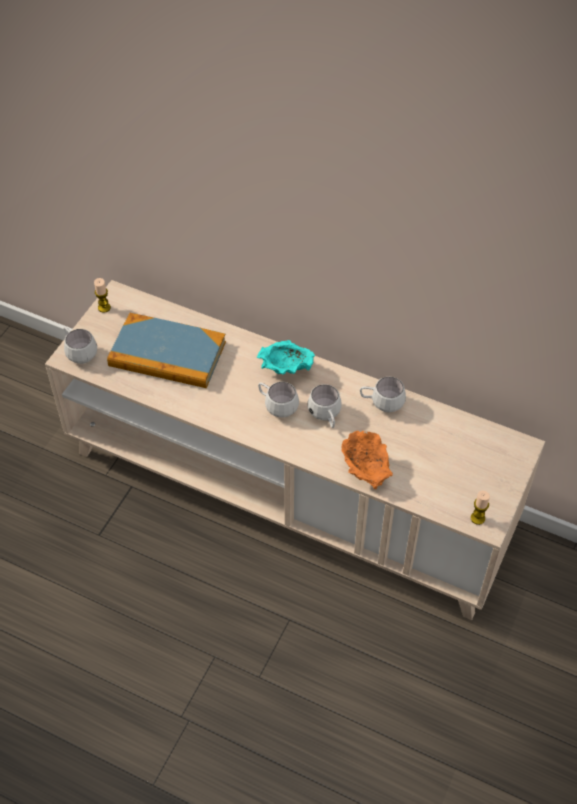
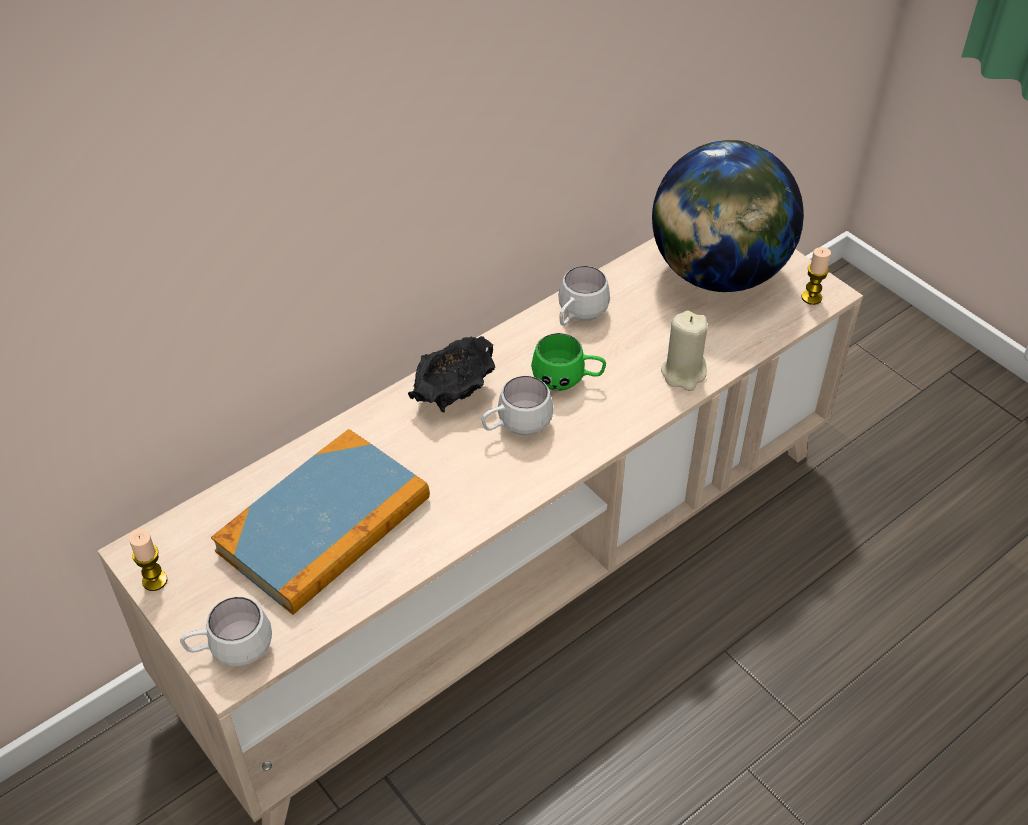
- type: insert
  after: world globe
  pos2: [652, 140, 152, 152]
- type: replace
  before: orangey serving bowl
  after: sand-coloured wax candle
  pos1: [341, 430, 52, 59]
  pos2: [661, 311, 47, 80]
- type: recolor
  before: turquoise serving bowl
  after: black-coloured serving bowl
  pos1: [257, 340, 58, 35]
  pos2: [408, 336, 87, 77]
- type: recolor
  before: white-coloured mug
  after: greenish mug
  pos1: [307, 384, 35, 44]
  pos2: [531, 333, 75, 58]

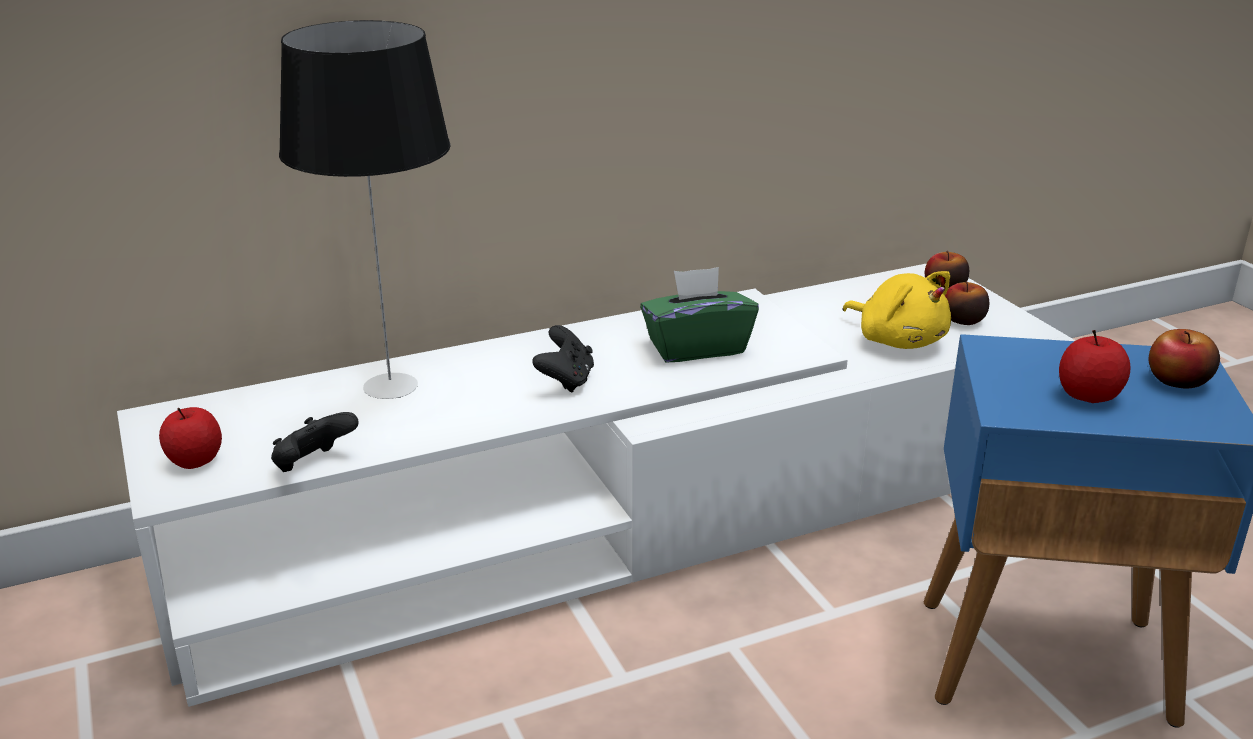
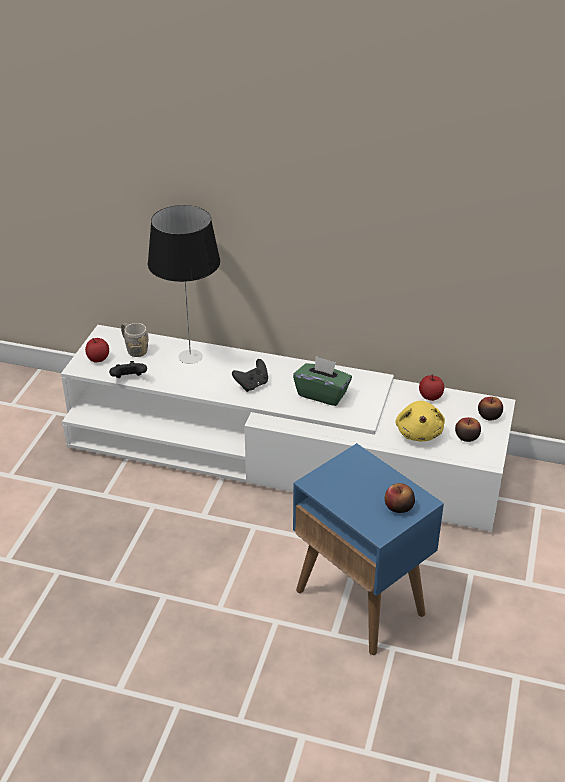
- type: insert
  after: greyish mug
  pos2: [121, 323, 28, 34]
- type: move
  before: apple fruit
  pos1: [1059, 330, 72, 73]
  pos2: [419, 374, 25, 27]

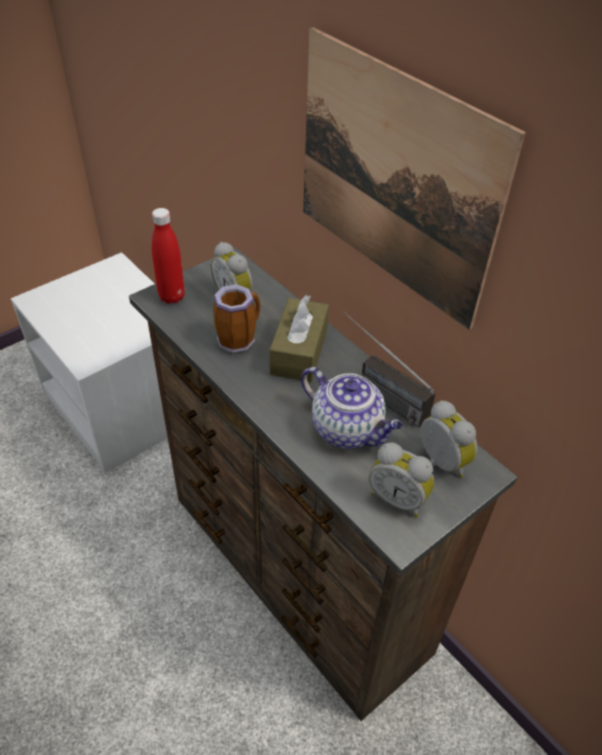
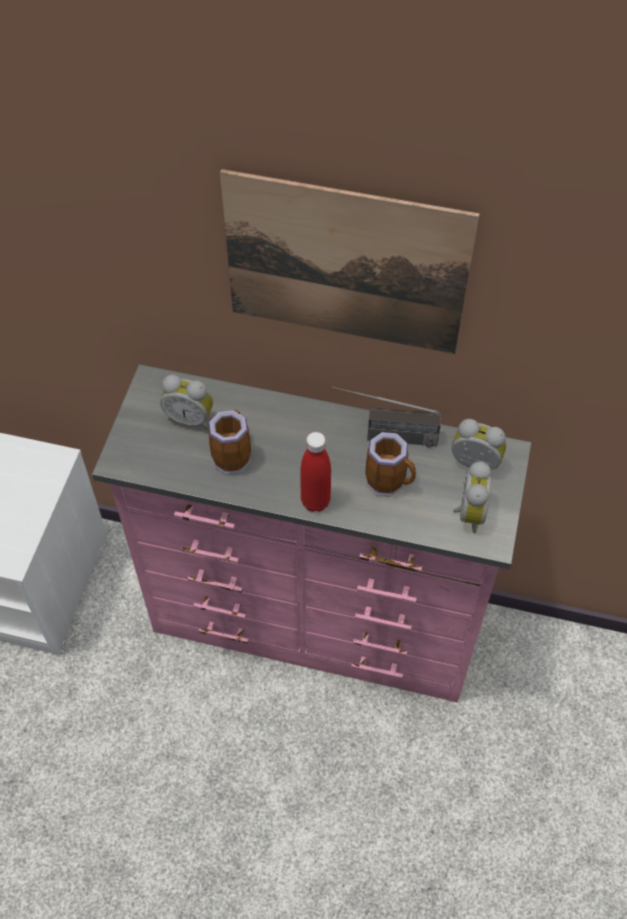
- type: delete
  before: brown-coloured tissue holder
  pos1: [270, 295, 59, 87]
- type: move
  before: red-coloured beverage bottle
  pos1: [152, 208, 33, 96]
  pos2: [301, 432, 30, 80]
- type: replace
  before: tea pot
  after: mug
  pos1: [301, 367, 102, 82]
  pos2: [365, 432, 51, 65]
- type: recolor
  before: brown-coloured dresser
  after: pinkish dresser
  pos1: [129, 248, 388, 473]
  pos2: [92, 364, 439, 339]
- type: rotate
  before: table clock
  pos1: [369, 442, 66, 75]
  pos2: [453, 461, 39, 72]
  turn: -75

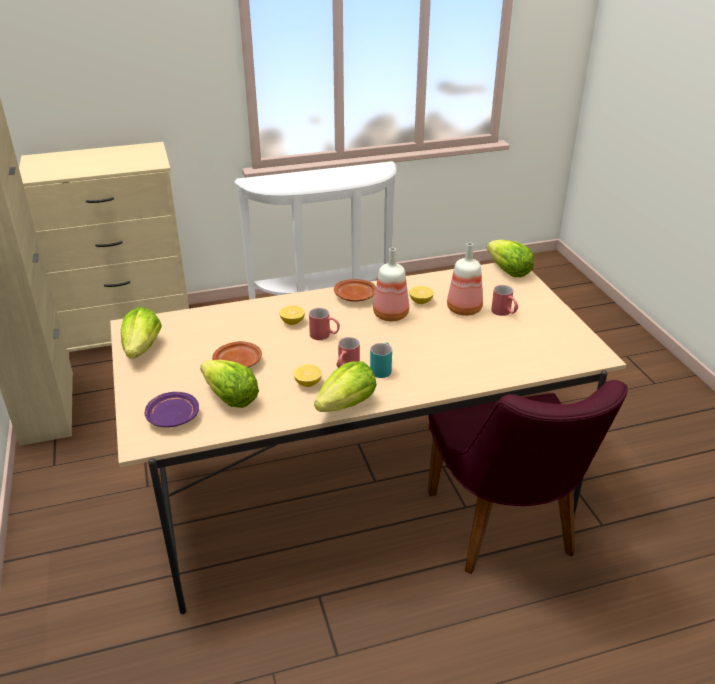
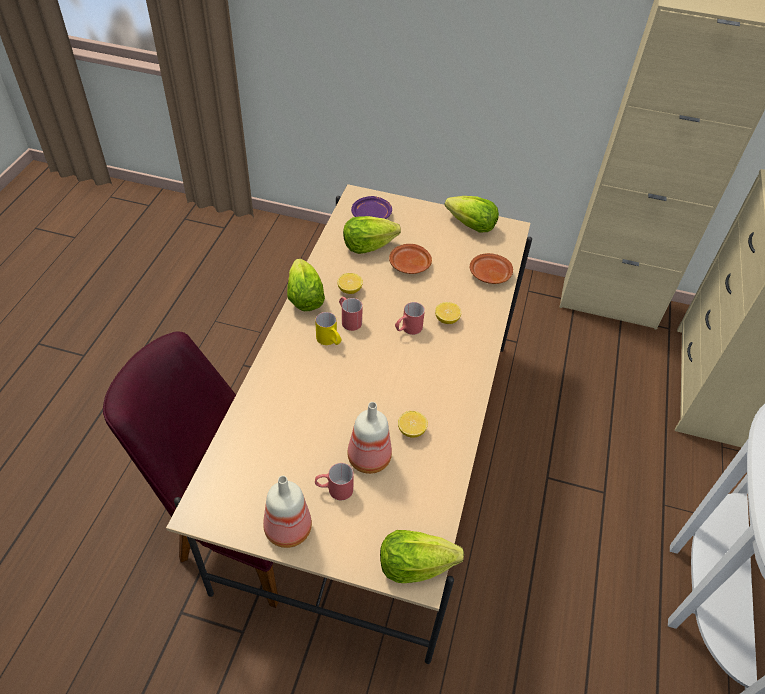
- type: move
  before: brown-coloured plate
  pos1: [334, 279, 42, 23]
  pos2: [470, 253, 43, 31]
- type: move
  before: beverage bottle
  pos1: [373, 248, 36, 73]
  pos2: [263, 476, 49, 72]
- type: recolor
  before: turquoise mug
  after: yellowish mug
  pos1: [370, 342, 22, 36]
  pos2: [315, 312, 27, 33]

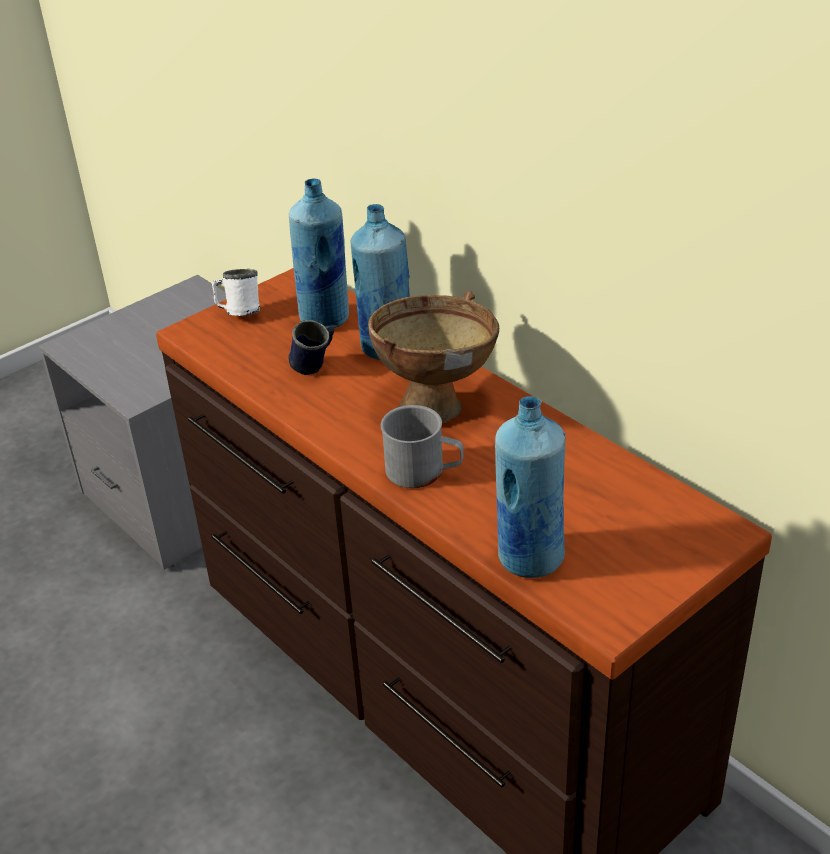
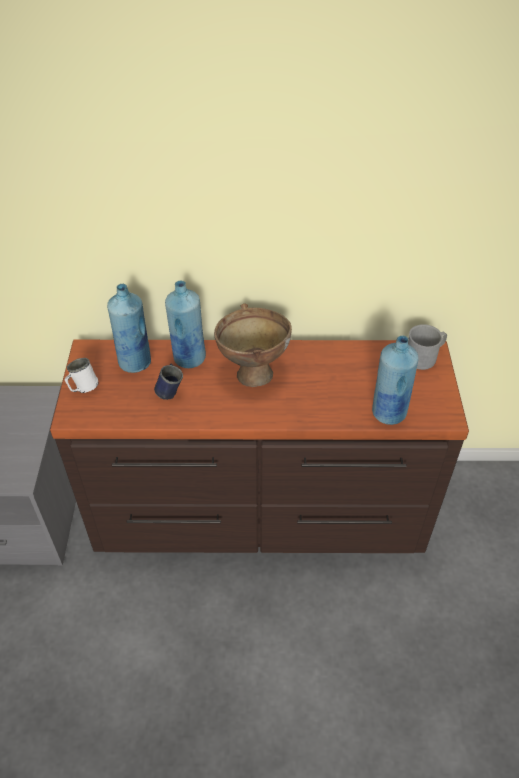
- type: move
  before: greyish mug
  pos1: [381, 405, 83, 83]
  pos2: [408, 324, 39, 46]

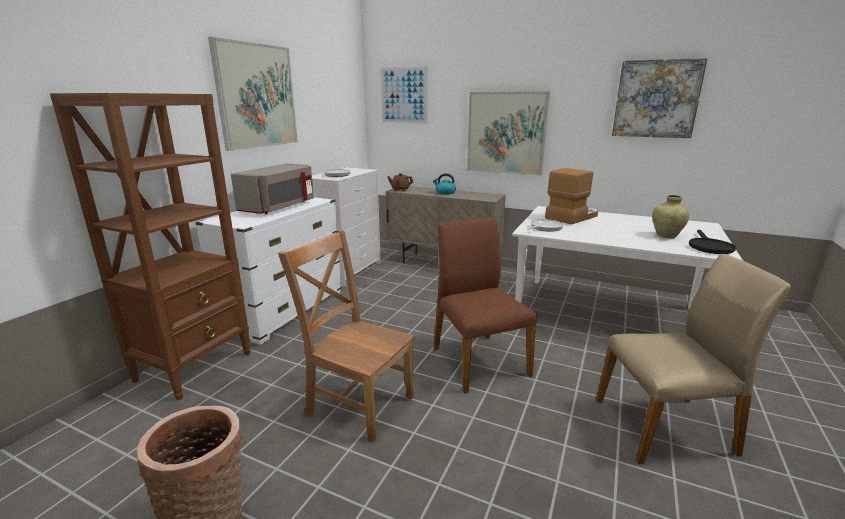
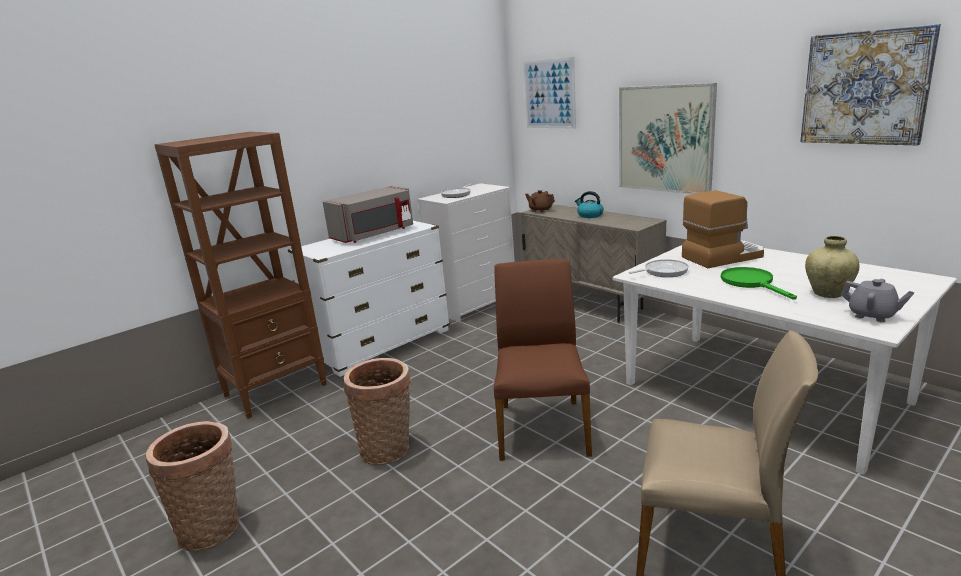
- type: delete
  before: picture
  pos1: [208, 37, 90, 114]
- type: insert
  after: greenish skillet
  pos2: [721, 267, 76, 33]
- type: replace
  before: brown-coloured plain chair
  after: household basket
  pos1: [278, 229, 137, 214]
  pos2: [344, 358, 67, 107]
- type: replace
  before: black-coloured skillet
  after: greyish tea pot
  pos1: [689, 230, 47, 24]
  pos2: [841, 279, 73, 43]

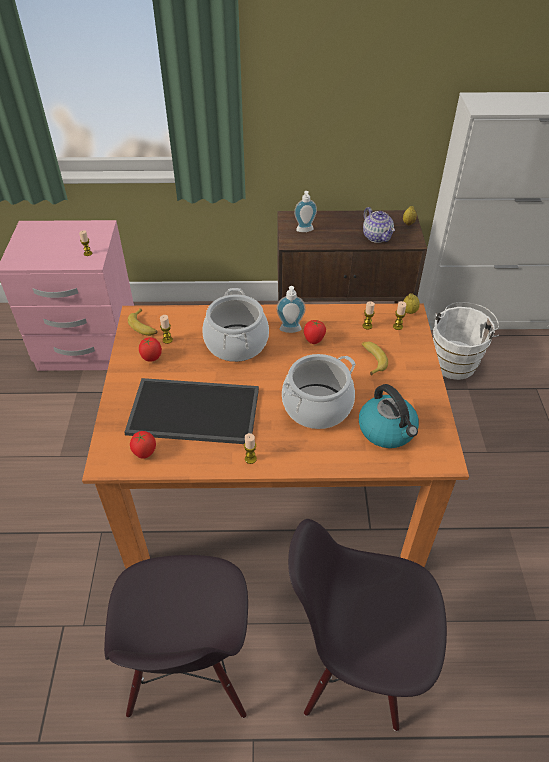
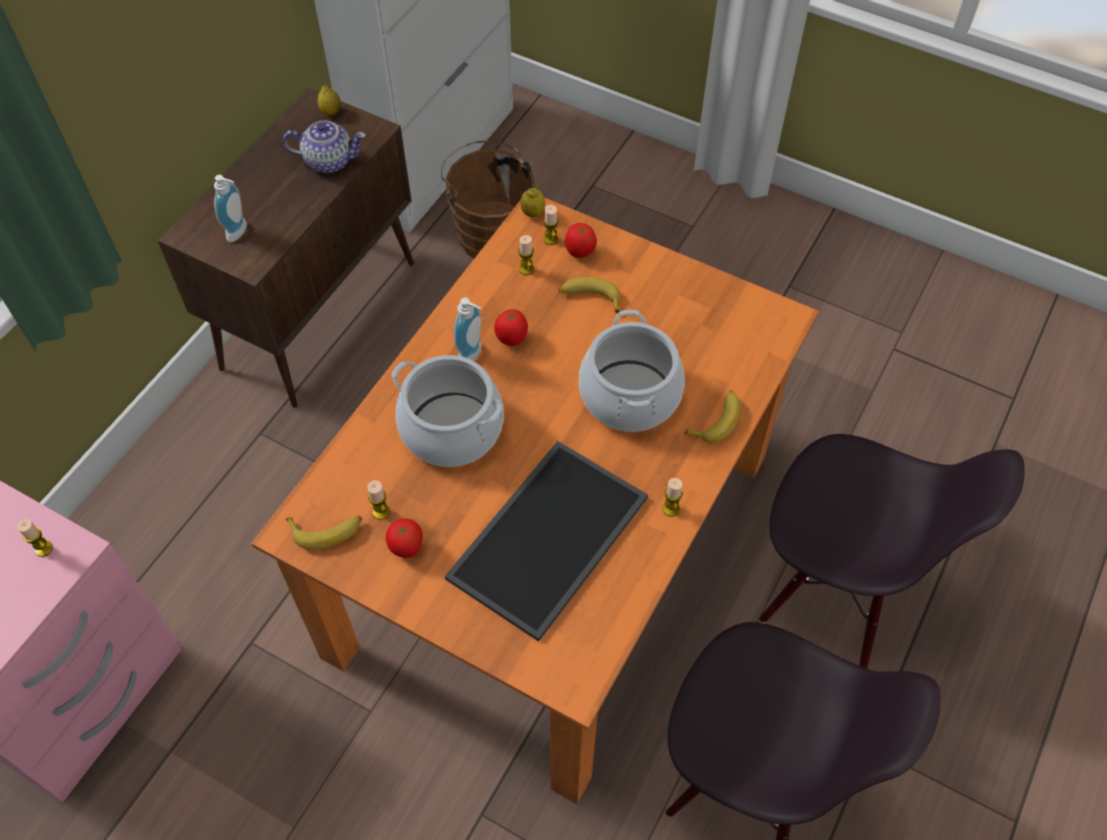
- type: delete
  before: kettle
  pos1: [359, 384, 60, 64]
- type: insert
  after: whole banana
  pos2: [684, 390, 57, 53]
- type: move
  before: whole tomato
  pos1: [130, 431, 26, 28]
  pos2: [565, 223, 32, 35]
- type: recolor
  before: white-coloured pail
  after: brown-coloured pail
  pos1: [433, 302, 66, 78]
  pos2: [441, 141, 94, 117]
- type: rotate
  before: black-coloured plain chair
  pos1: [288, 519, 159, 212]
  pos2: [759, 434, 266, 235]
  turn: -105

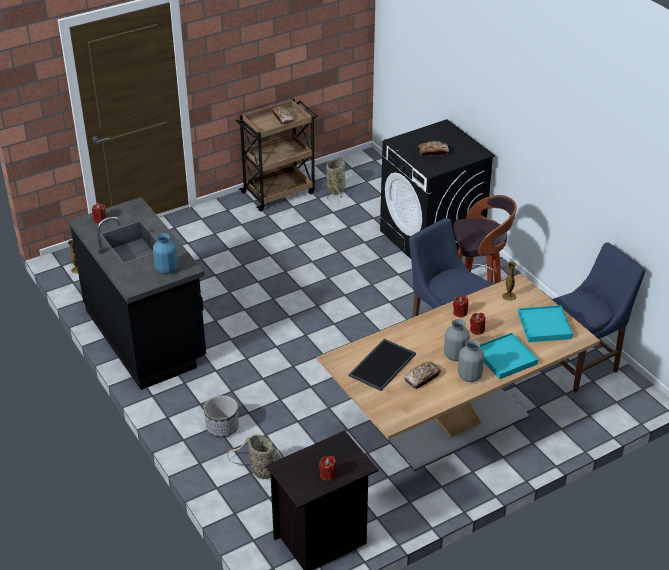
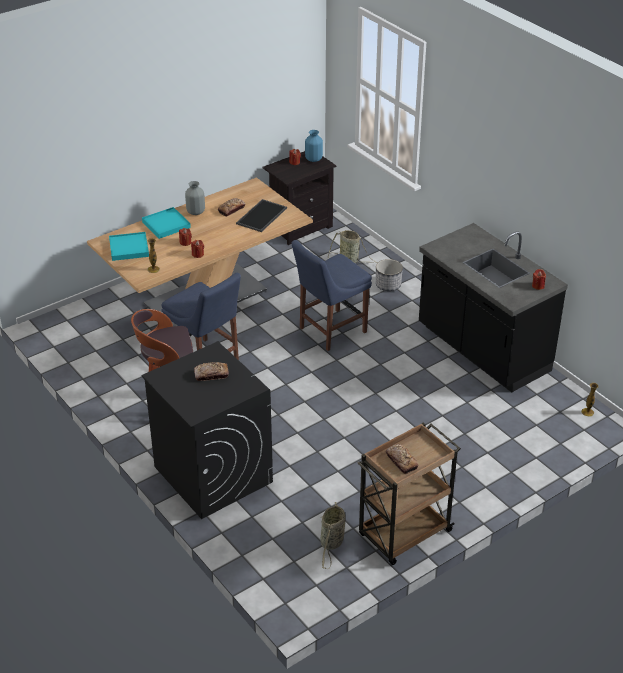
- type: delete
  before: greyish flower vase
  pos1: [444, 319, 26, 42]
- type: move
  before: bluish flower vase
  pos1: [153, 233, 25, 41]
  pos2: [305, 130, 18, 32]
- type: move
  before: bluish plain chair
  pos1: [552, 242, 93, 151]
  pos2: [292, 240, 80, 111]

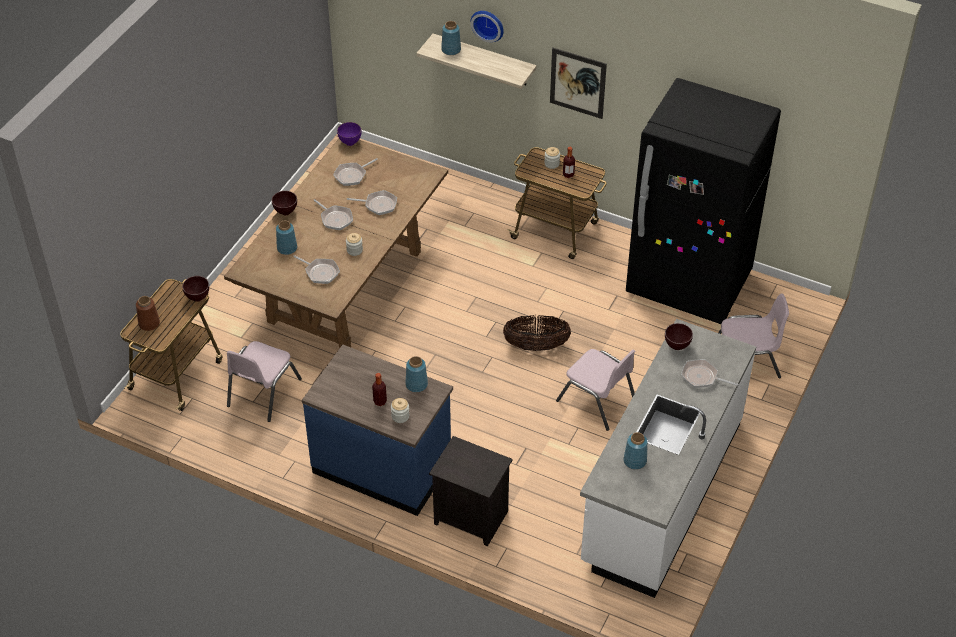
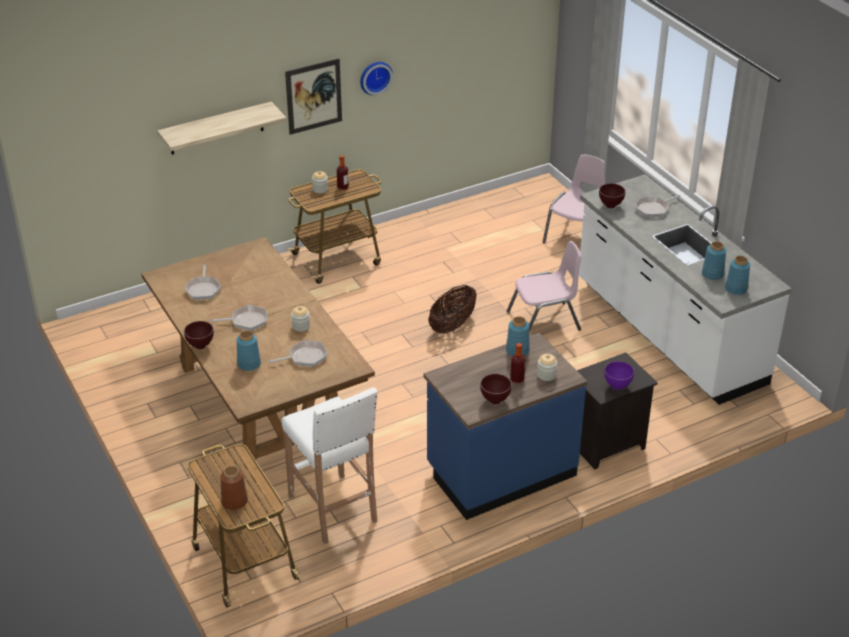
- type: delete
  before: skillet
  pos1: [347, 190, 50, 25]
- type: delete
  before: black-coloured refrigerator
  pos1: [626, 78, 155, 246]
- type: move
  before: brown-coloured serving bowl
  pos1: [182, 276, 27, 26]
  pos2: [480, 374, 32, 30]
- type: move
  before: purple serving bowl
  pos1: [337, 122, 24, 24]
  pos2: [604, 361, 31, 29]
- type: move
  before: bluish flower vase
  pos1: [441, 21, 20, 34]
  pos2: [725, 256, 25, 39]
- type: move
  before: clock on the wall
  pos1: [471, 11, 33, 31]
  pos2: [360, 62, 33, 33]
- type: replace
  before: pinkish plain chair
  after: white-coloured sitting stool
  pos1: [227, 341, 75, 81]
  pos2: [282, 387, 96, 157]

